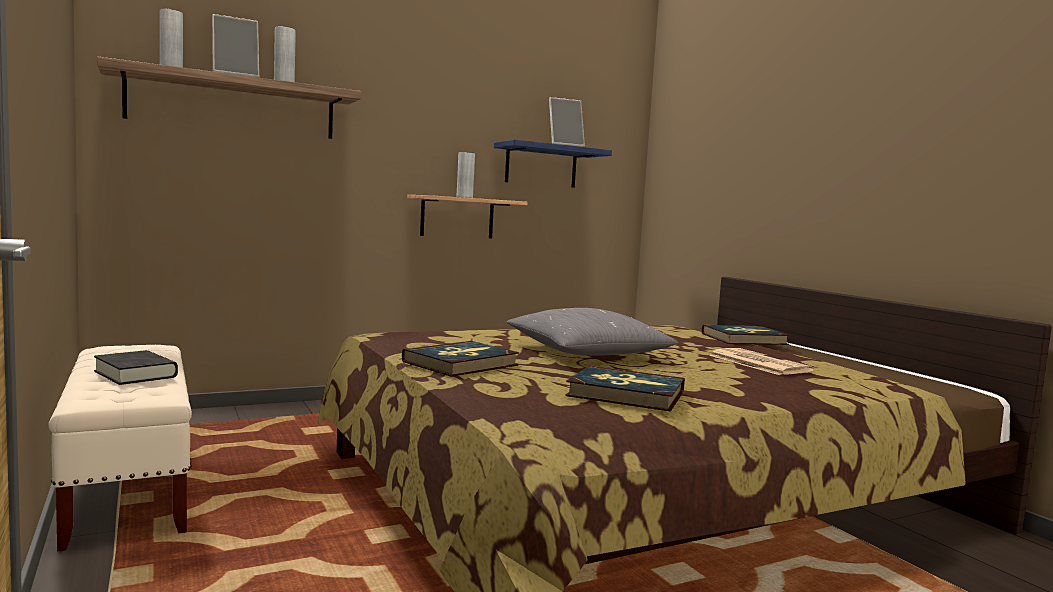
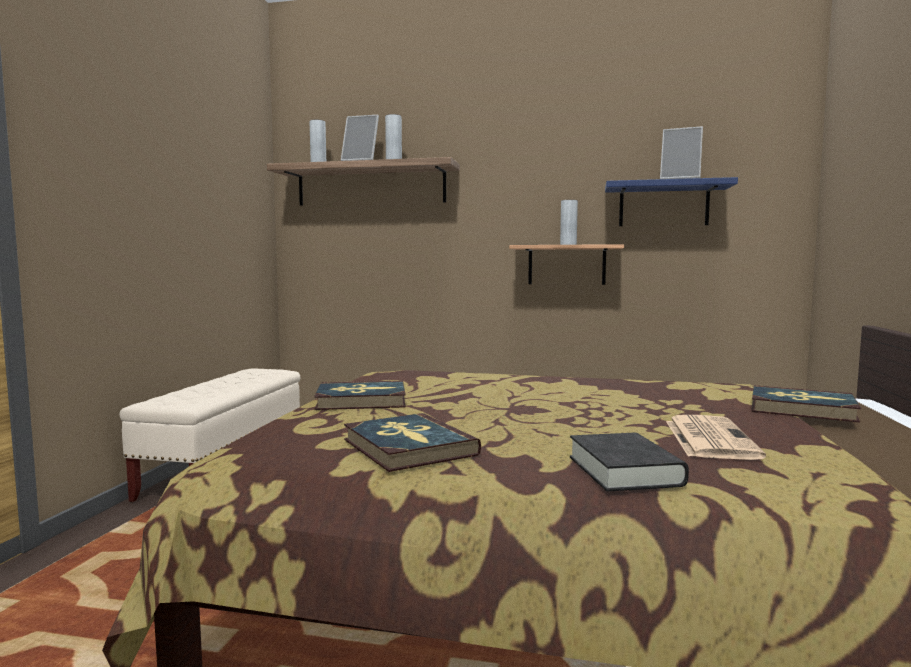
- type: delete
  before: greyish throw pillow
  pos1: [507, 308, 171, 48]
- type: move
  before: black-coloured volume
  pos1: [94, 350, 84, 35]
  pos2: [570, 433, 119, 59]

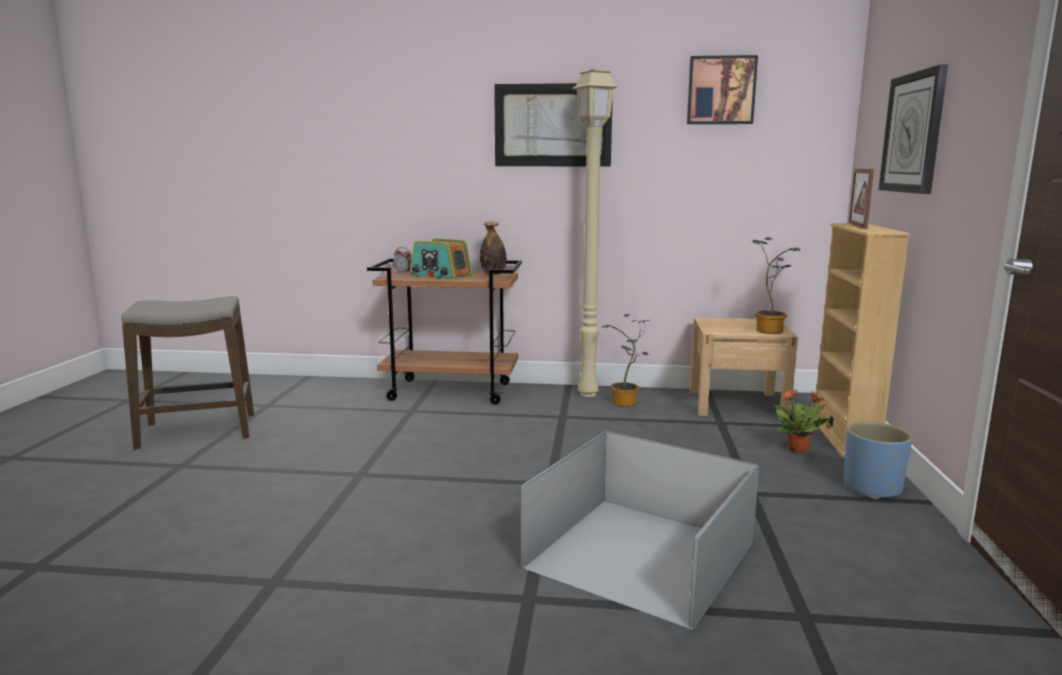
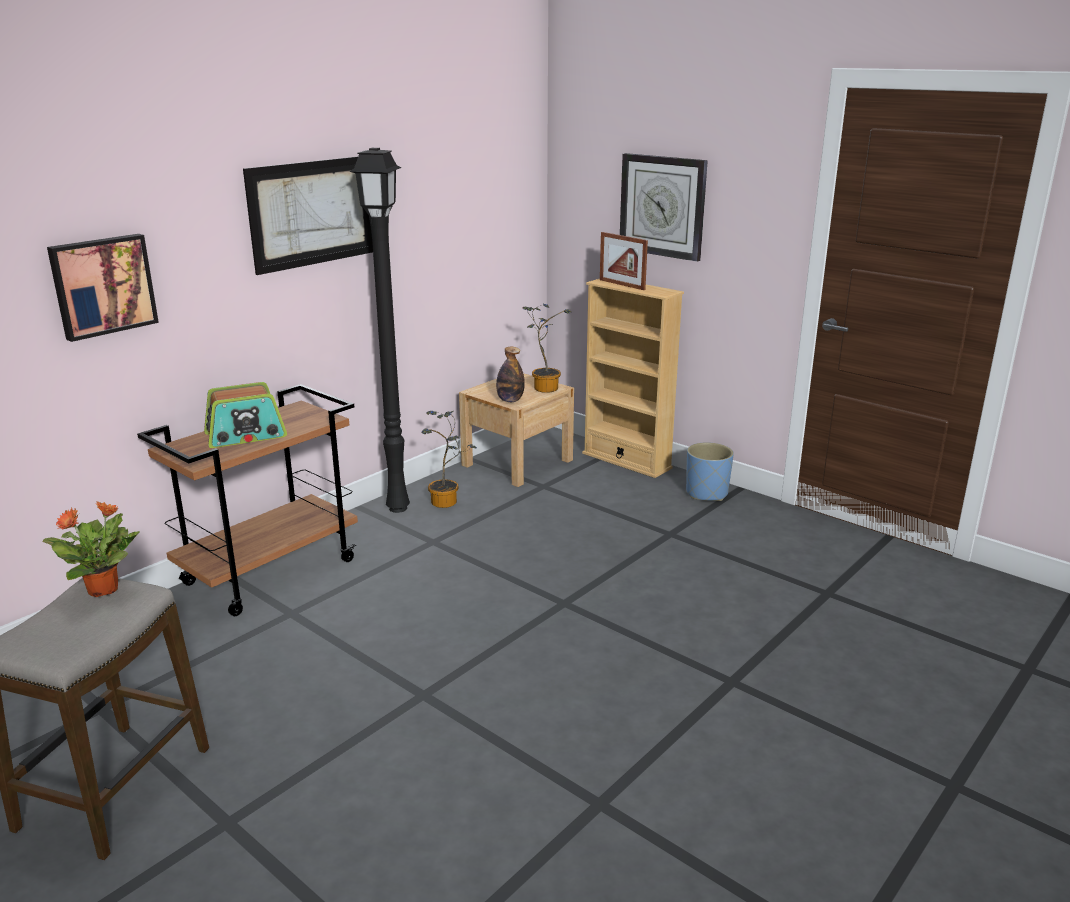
- type: delete
  before: table clock
  pos1: [393, 247, 19, 26]
- type: delete
  before: greyish storage container
  pos1: [521, 430, 238, 200]
- type: move
  before: beverage bottle
  pos1: [480, 222, 26, 53]
  pos2: [496, 347, 29, 55]
- type: move
  before: picture
  pos1: [687, 55, 71, 69]
  pos2: [47, 234, 112, 108]
- type: move
  before: potted plant
  pos1: [773, 390, 58, 63]
  pos2: [42, 501, 98, 96]
- type: recolor
  before: sand-coloured standing lamp
  after: black-coloured standing lamp
  pos1: [572, 69, 46, 328]
  pos2: [349, 148, 61, 365]

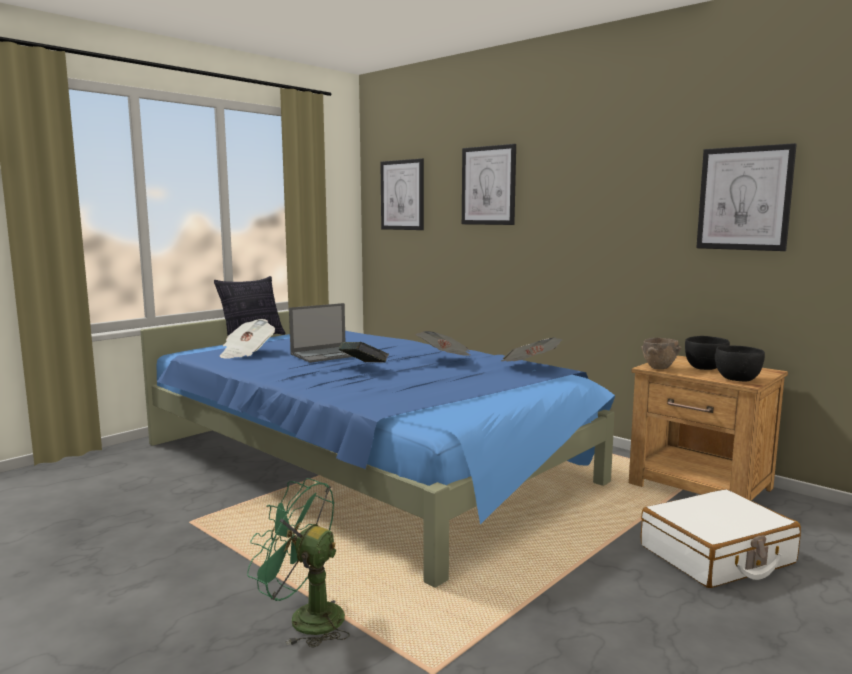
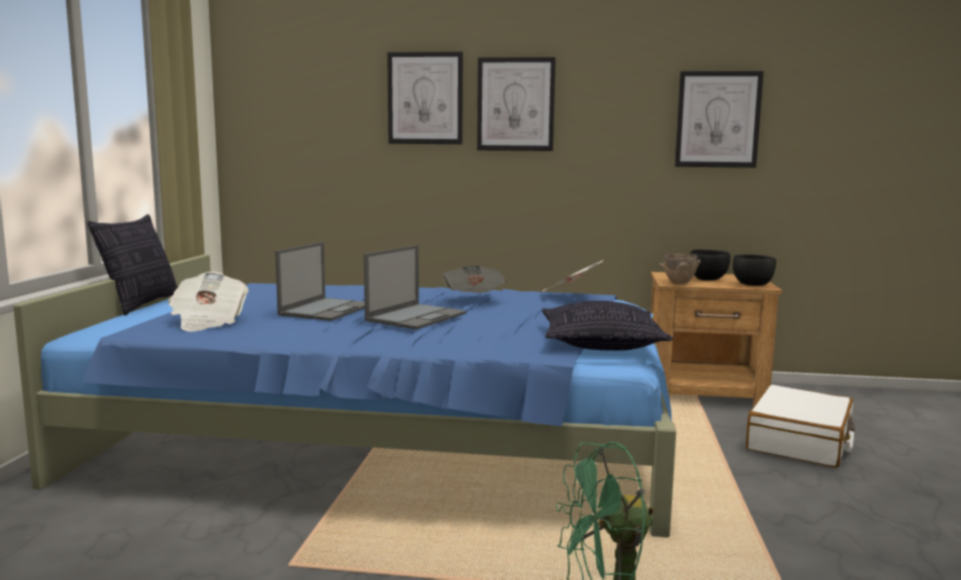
- type: insert
  after: throw pillow
  pos2: [542, 301, 131, 50]
- type: move
  before: picture
  pos1: [380, 158, 44, 72]
  pos2: [477, 57, 79, 94]
- type: replace
  before: volume
  after: notebook computer
  pos1: [339, 342, 50, 21]
  pos2: [364, 245, 103, 85]

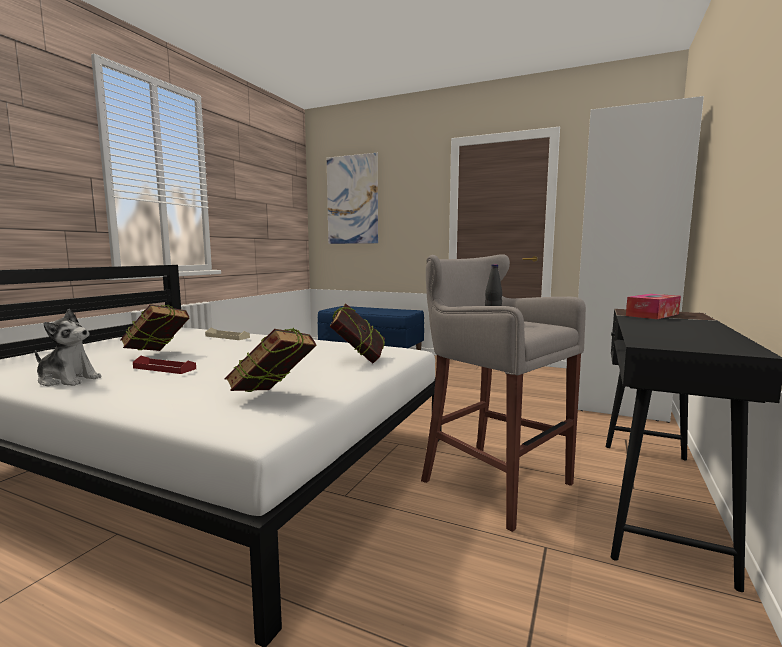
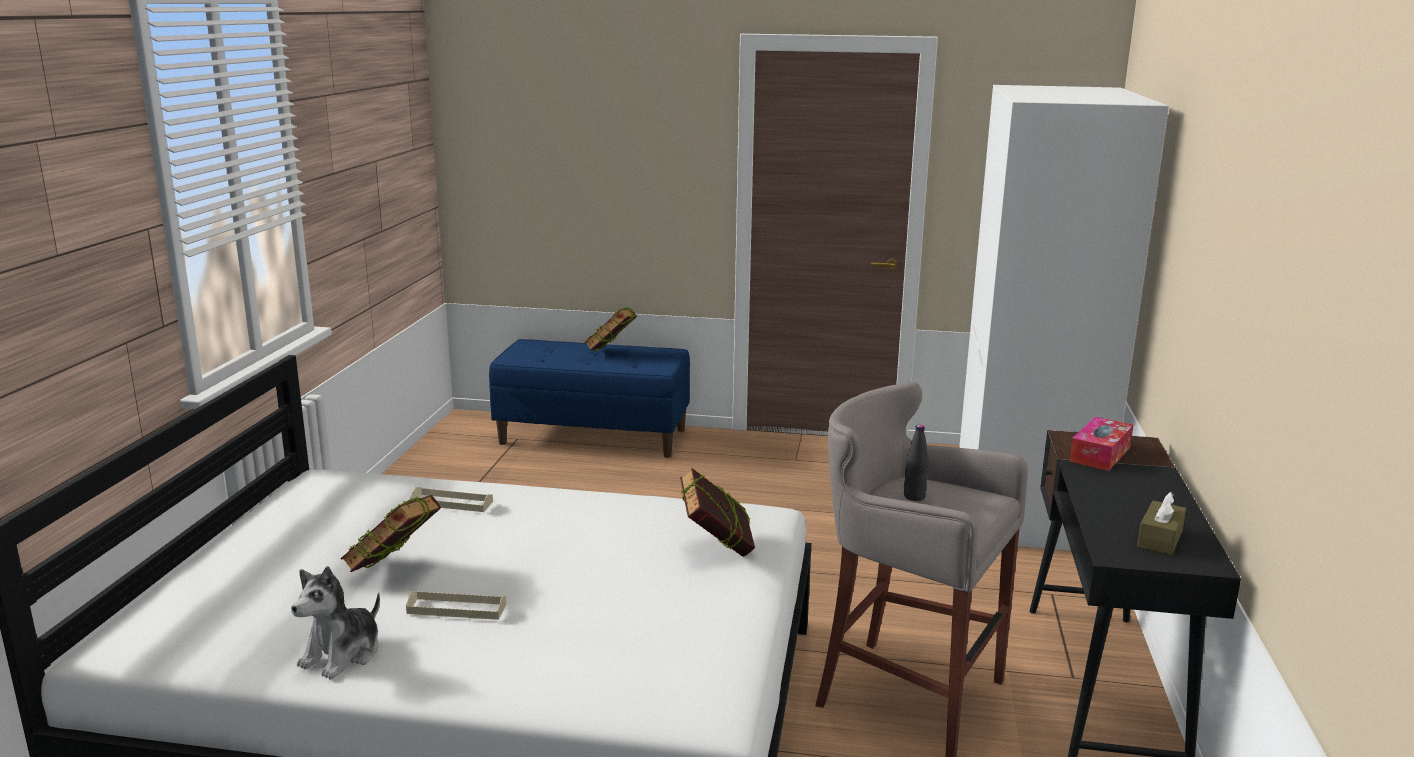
- type: delete
  before: picture
  pos1: [327, 153, 51, 91]
- type: insert
  after: brown-coloured tissue holder
  pos2: [1137, 492, 49, 63]
- type: move
  before: volume
  pos1: [224, 328, 93, 64]
  pos2: [584, 307, 53, 44]
- type: recolor
  before: red-coloured tray
  after: sand-coloured tray
  pos1: [133, 356, 63, 18]
  pos2: [406, 590, 101, 30]
- type: rotate
  before: cuddly toy
  pos1: [35, 309, 67, 77]
  pos2: [291, 566, 89, 113]
  turn: 120

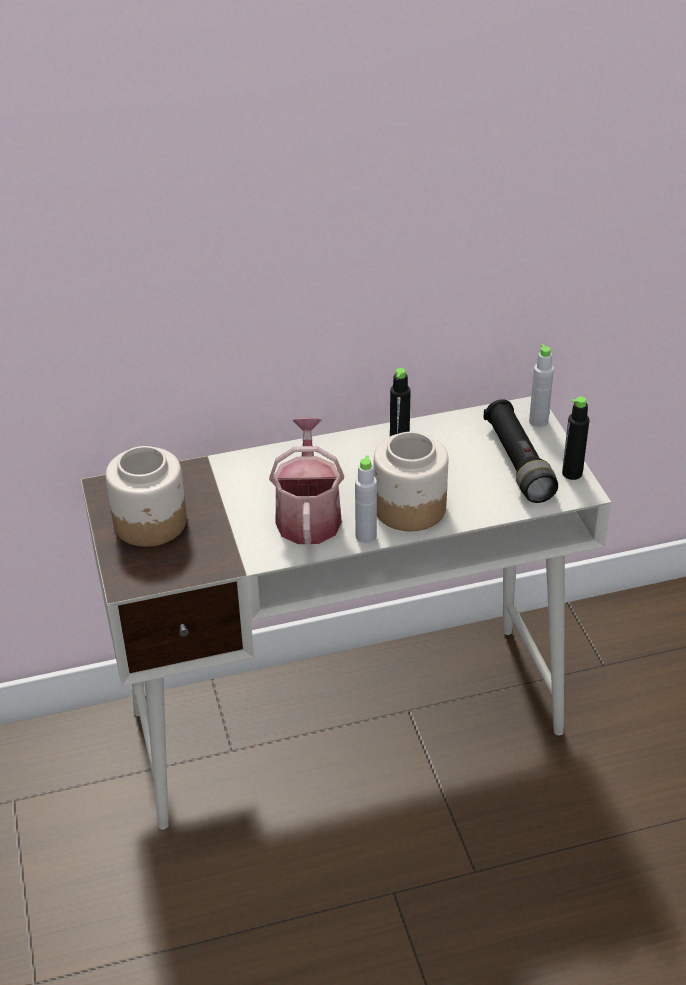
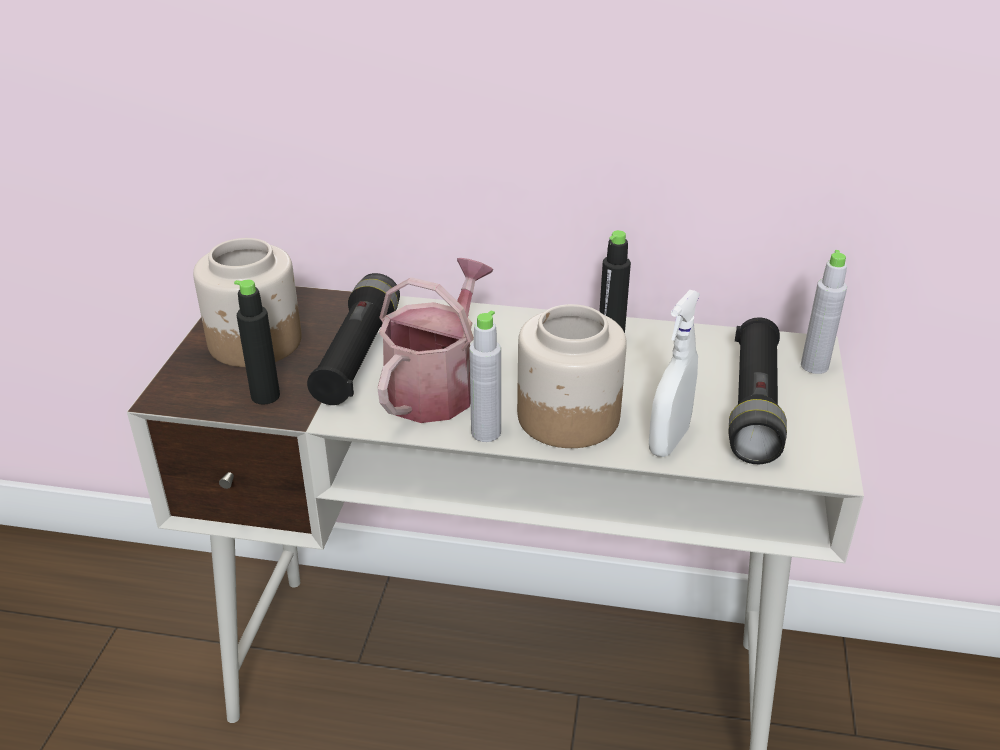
- type: insert
  after: black-coloured hand torch
  pos2: [307, 273, 93, 132]
- type: insert
  after: white-coloured sprayer
  pos2: [649, 290, 51, 167]
- type: move
  before: black-coloured beverage bottle
  pos1: [562, 397, 27, 83]
  pos2: [234, 280, 46, 125]

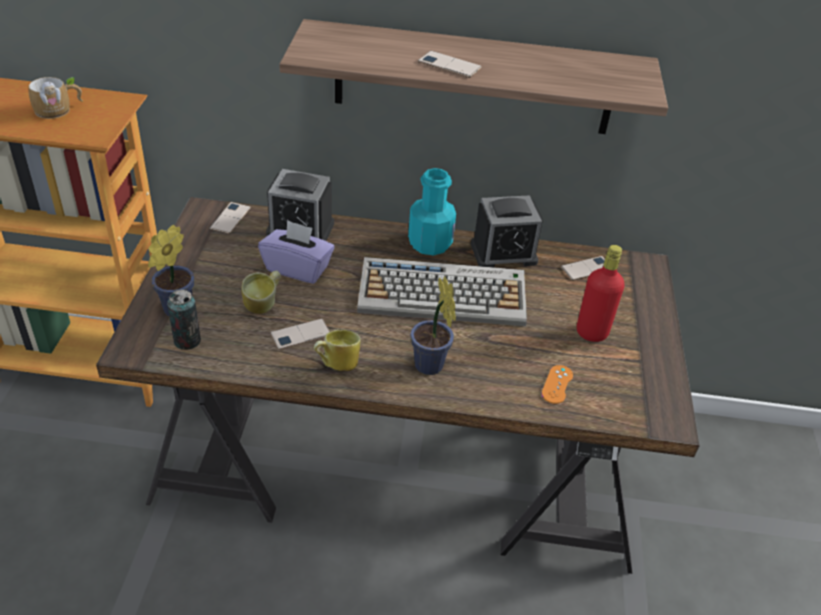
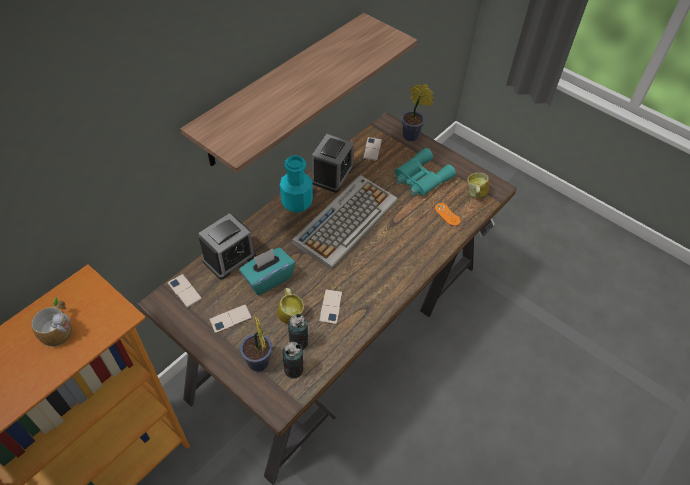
- type: insert
  after: sealed can
  pos2: [288, 314, 20, 36]
- type: move
  before: mug
  pos1: [314, 330, 47, 41]
  pos2: [467, 173, 22, 25]
- type: move
  before: potted plant
  pos1: [410, 276, 46, 99]
  pos2: [401, 84, 33, 57]
- type: move
  before: handset
  pos1: [418, 51, 64, 27]
  pos2: [209, 304, 43, 29]
- type: replace
  before: red-coloured beverage bottle
  after: turquoise field glasses
  pos1: [577, 245, 48, 97]
  pos2: [395, 148, 61, 48]
- type: recolor
  before: purple tissue holder
  after: turquoise tissue holder
  pos1: [258, 220, 77, 64]
  pos2: [239, 248, 56, 47]

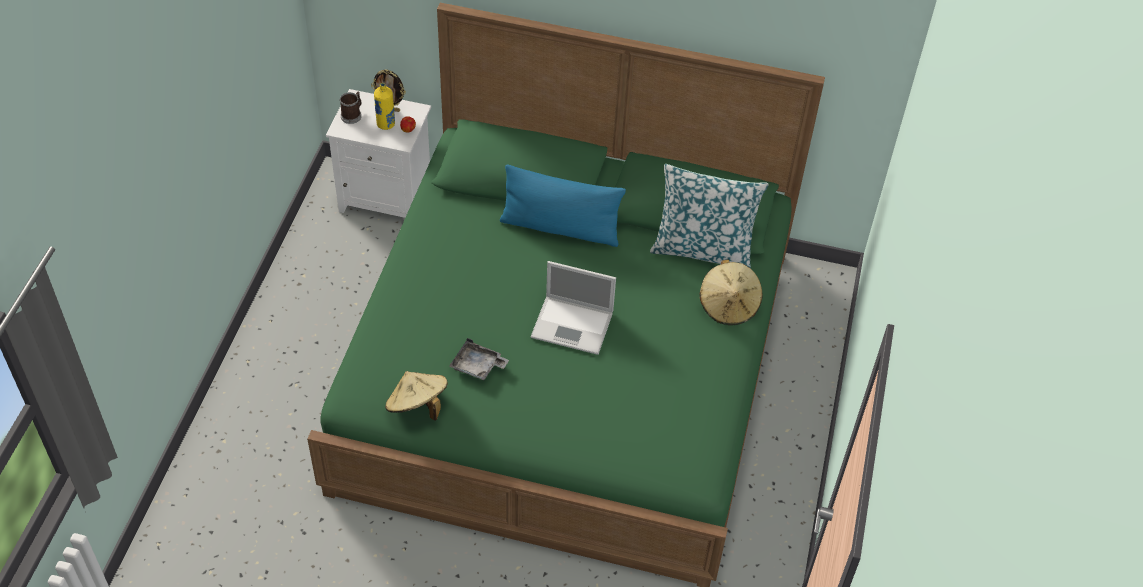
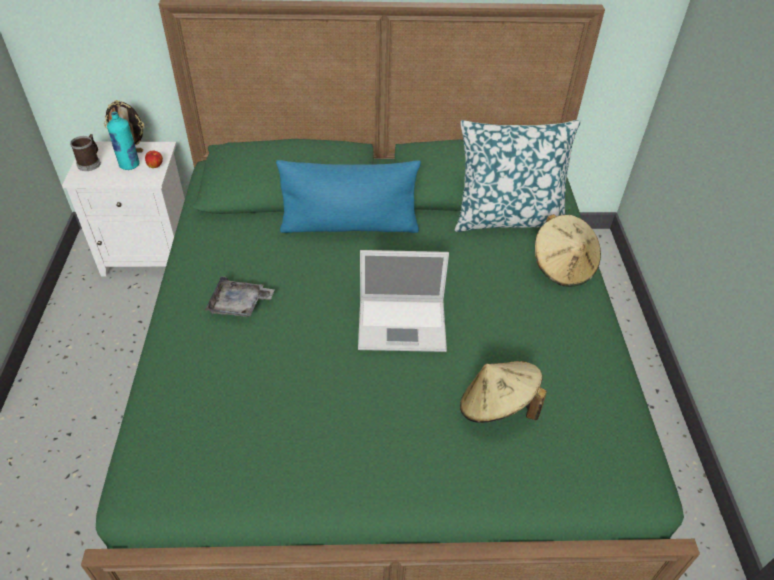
- type: move
  before: sand-coloured hat
  pos1: [385, 371, 63, 50]
  pos2: [460, 361, 87, 62]
- type: move
  before: greyish tray
  pos1: [449, 338, 60, 42]
  pos2: [205, 276, 70, 41]
- type: recolor
  before: yellowish beverage bottle
  after: turquoise beverage bottle
  pos1: [374, 83, 21, 47]
  pos2: [107, 112, 33, 58]

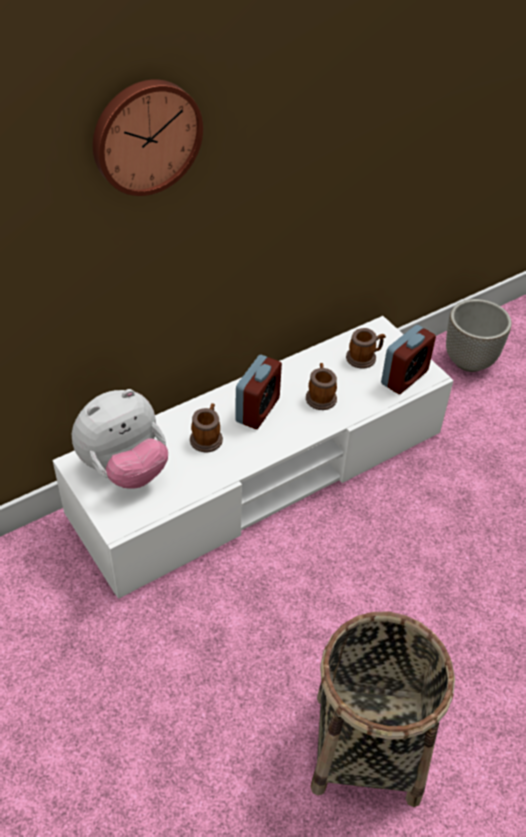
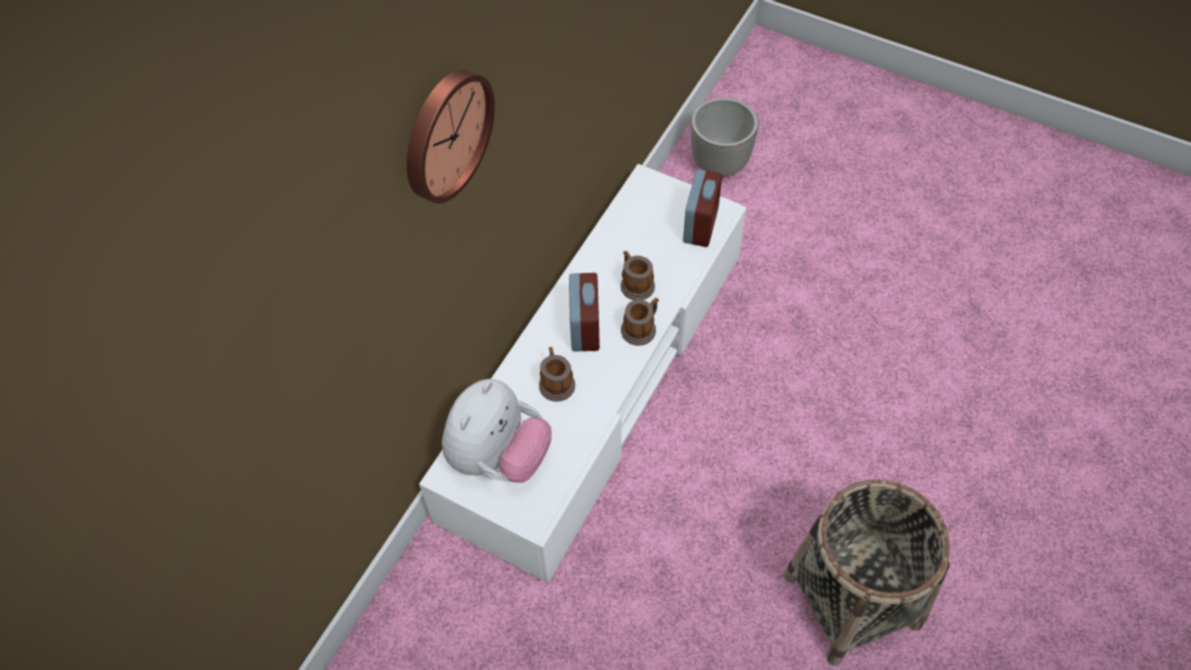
- type: move
  before: mug
  pos1: [346, 328, 40, 41]
  pos2: [621, 298, 38, 47]

